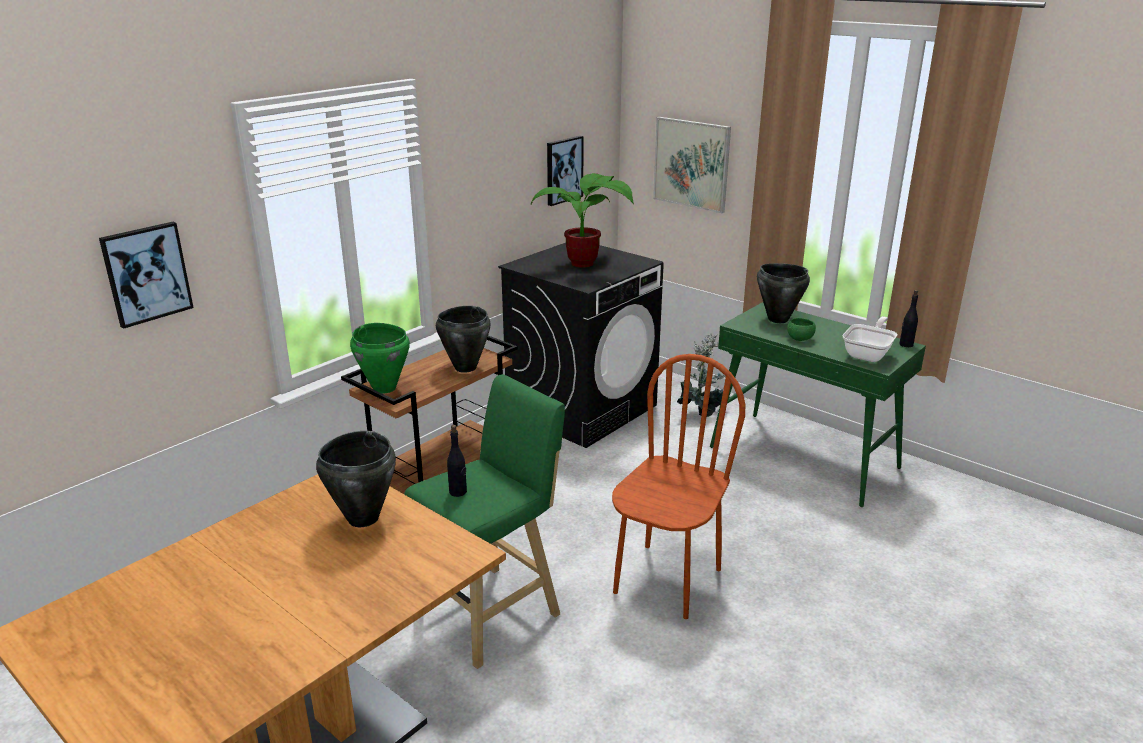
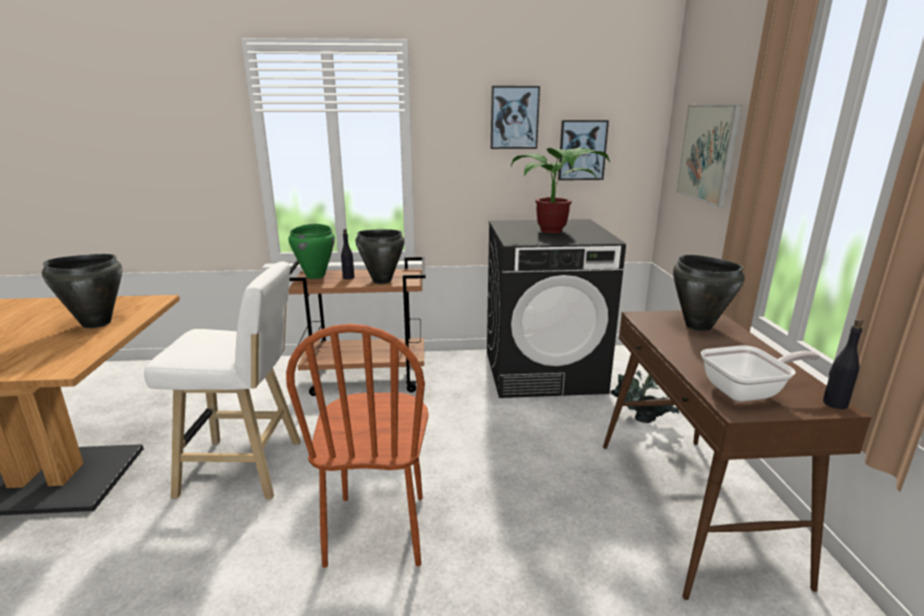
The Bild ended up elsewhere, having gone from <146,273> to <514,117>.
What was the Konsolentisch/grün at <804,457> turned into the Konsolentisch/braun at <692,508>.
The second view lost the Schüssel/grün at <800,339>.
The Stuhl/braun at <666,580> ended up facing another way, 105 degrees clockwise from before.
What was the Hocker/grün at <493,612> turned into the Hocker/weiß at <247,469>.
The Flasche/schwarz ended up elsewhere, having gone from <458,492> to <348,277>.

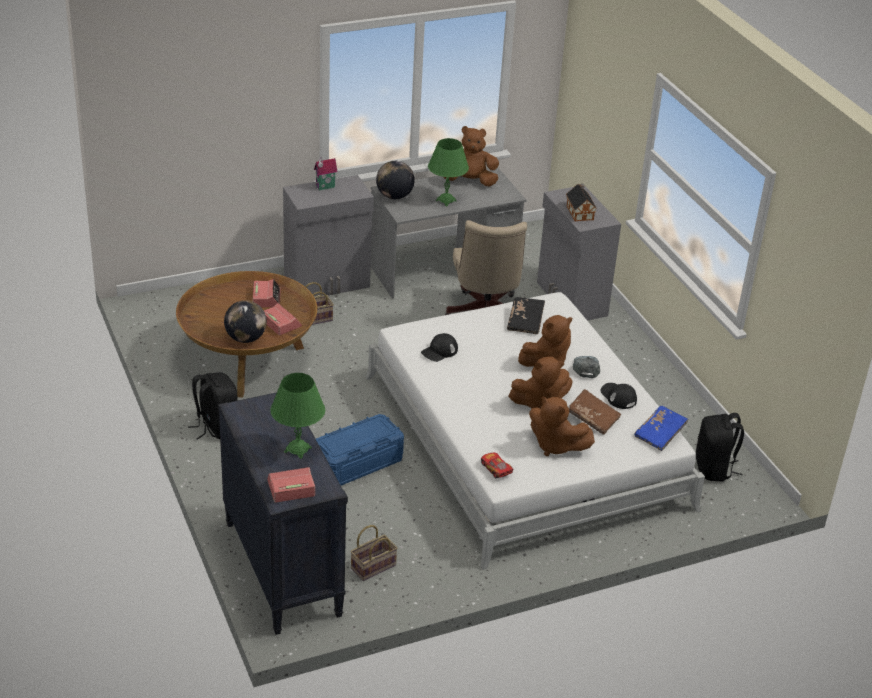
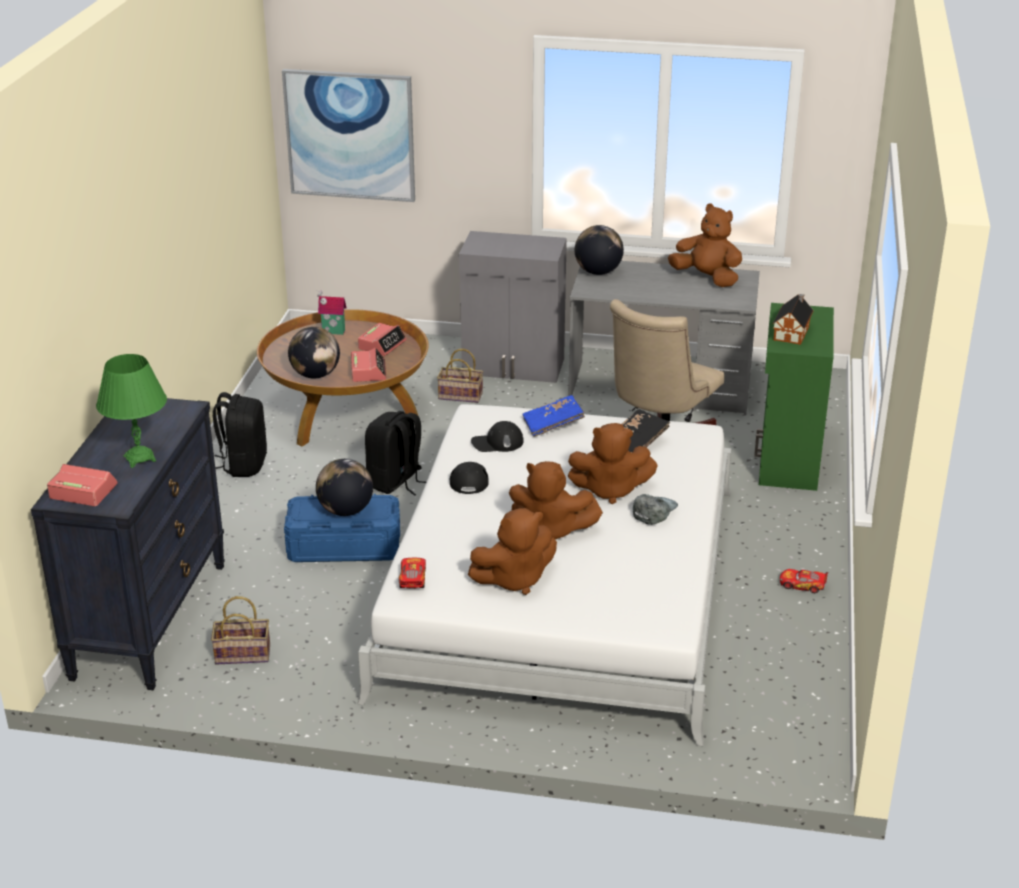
The second view lost the Tischlampe/grün at <446,201>.
The Spielzeughaus ended up elsewhere, having gone from <325,187> to <333,332>.
What was the Schrank/grau at <570,299> turned into the Schrank/grün at <787,460>.
The Kappe/schwarz ended up elsewhere, having gone from <618,396> to <469,479>.
The second view lost the Buch/braun at <593,418>.
The Plüschtier/braun at <555,445> ended up facing another way, 90 degrees counterclockwise from before.
The Buch/blau ended up elsewhere, having gone from <660,434> to <553,425>.
The Rucksack/schwarz ended up elsewhere, having gone from <714,469> to <396,482>.
The second view gained the Bild at <350,135>.
The second view gained the Globus at <346,511>.
The second view gained the Spielzeugauto at <802,585>.

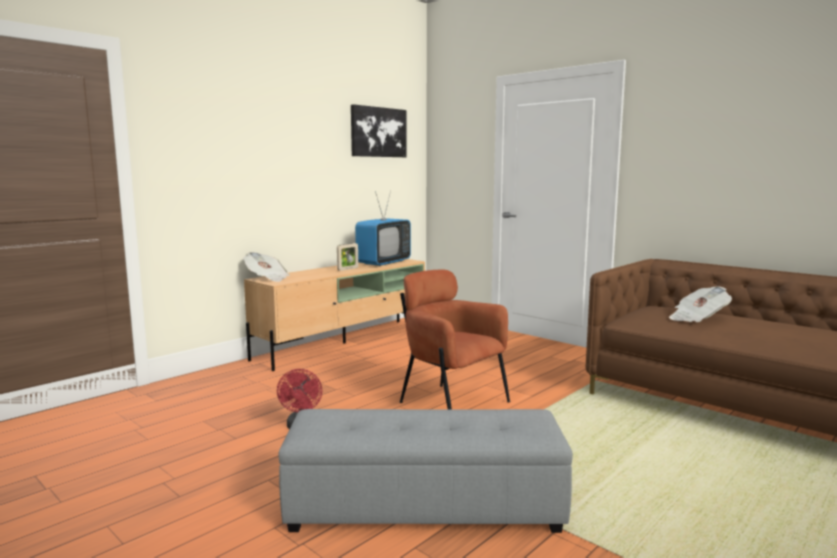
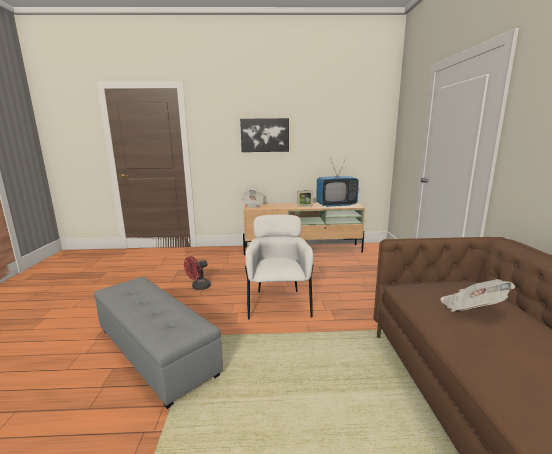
The Bild ended up elsewhere, having gone from <378,132> to <265,135>.
What was the Sessel/braun at <451,404> turned into the Sessel/weiß at <279,304>.

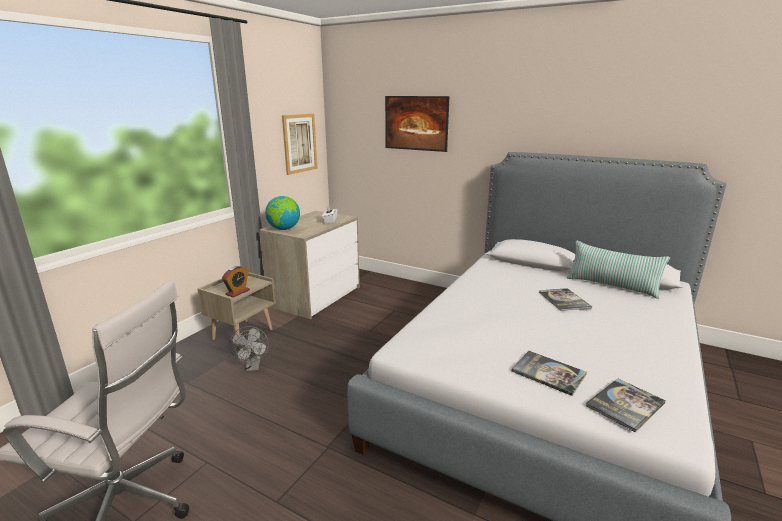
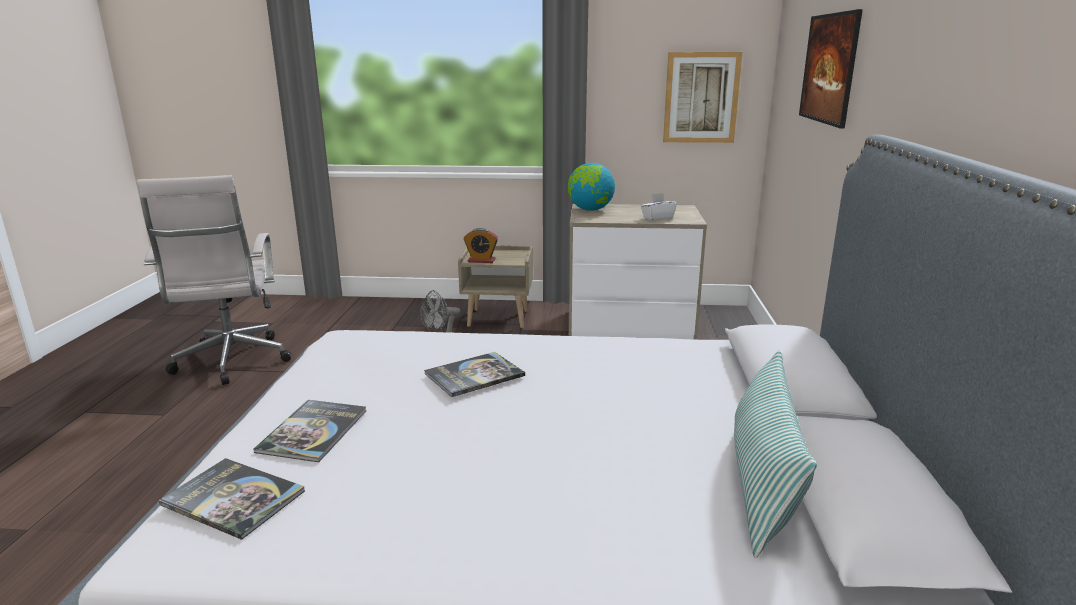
The Buch ended up elsewhere, having gone from <564,300> to <474,375>.

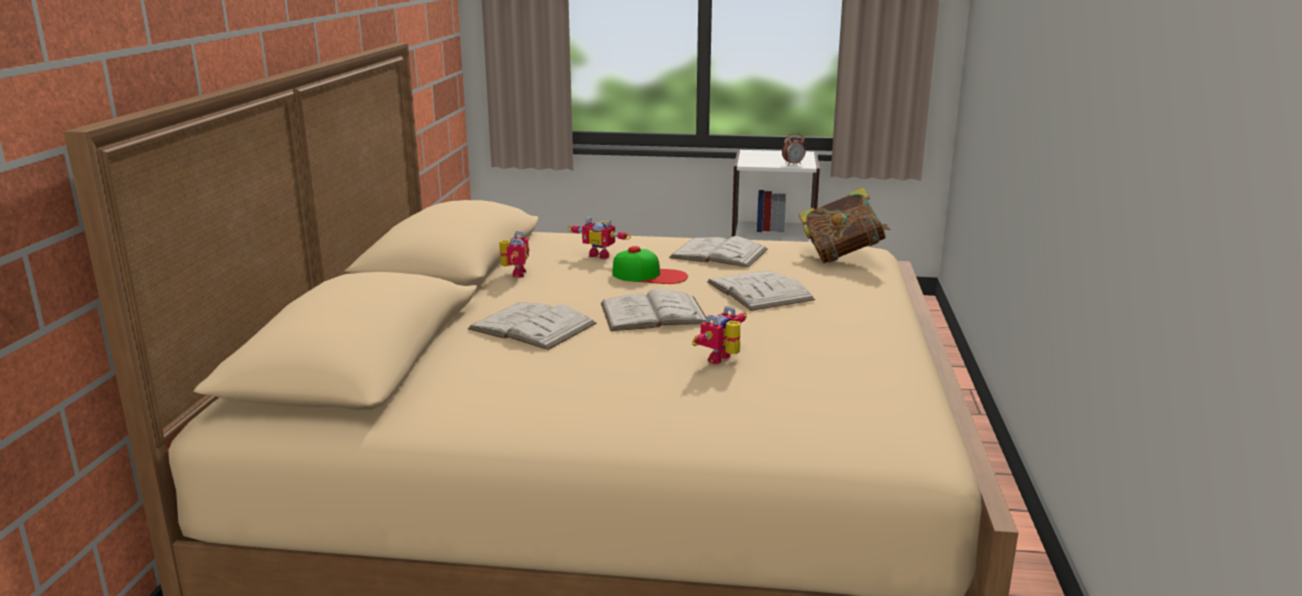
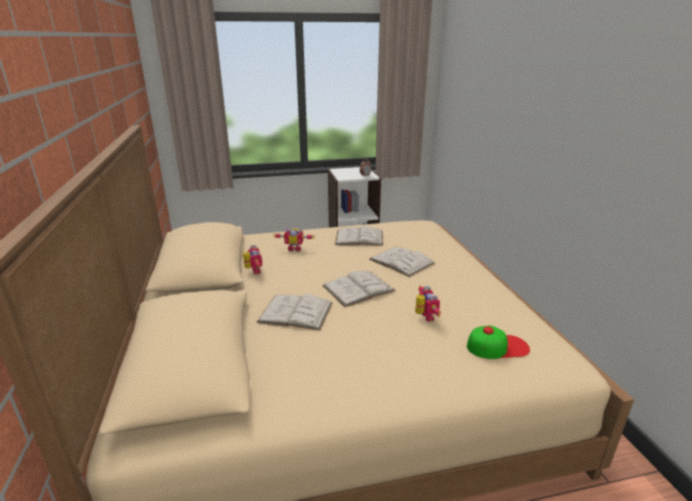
The second view lost the Buch at <841,256>.
The Kappe ended up elsewhere, having gone from <650,275> to <497,346>.
The Spielzeugroboter at <724,360> ended up facing another way, 150 degrees clockwise from before.

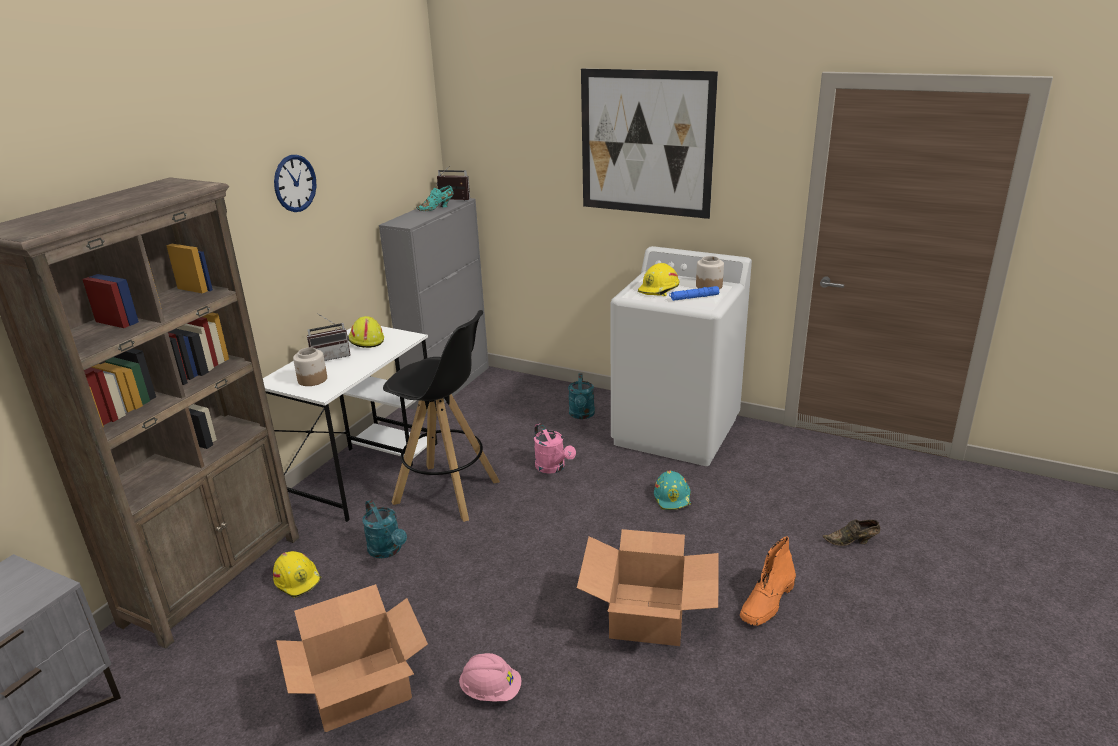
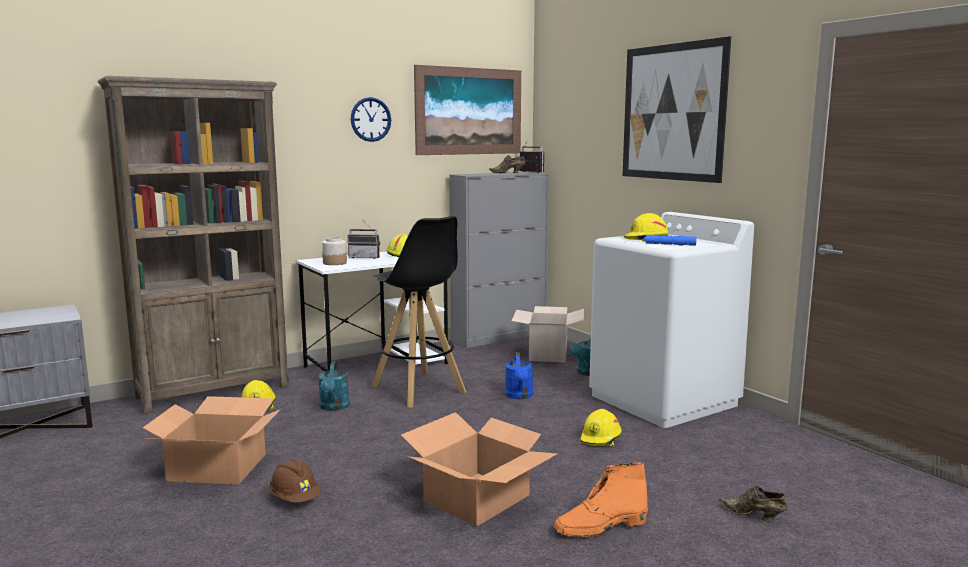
What was the Schuh/türkis at <437,208> turned into the Schuh/braun at <508,173>.
The second view lost the Vorratsglas at <709,286>.
What was the Gießkanne/rosa at <553,468> turned into the Gießkanne/blau at <519,396>.
What was the Schutzhelm/türkis at <673,498> turned into the Schutzhelm/gelb at <601,438>.
What was the Schutzhelm/rosa at <491,691> turned into the Schutzhelm/braun at <295,499>.
The second view gained the Bild at <469,111>.
The second view gained the Karton at <548,354>.

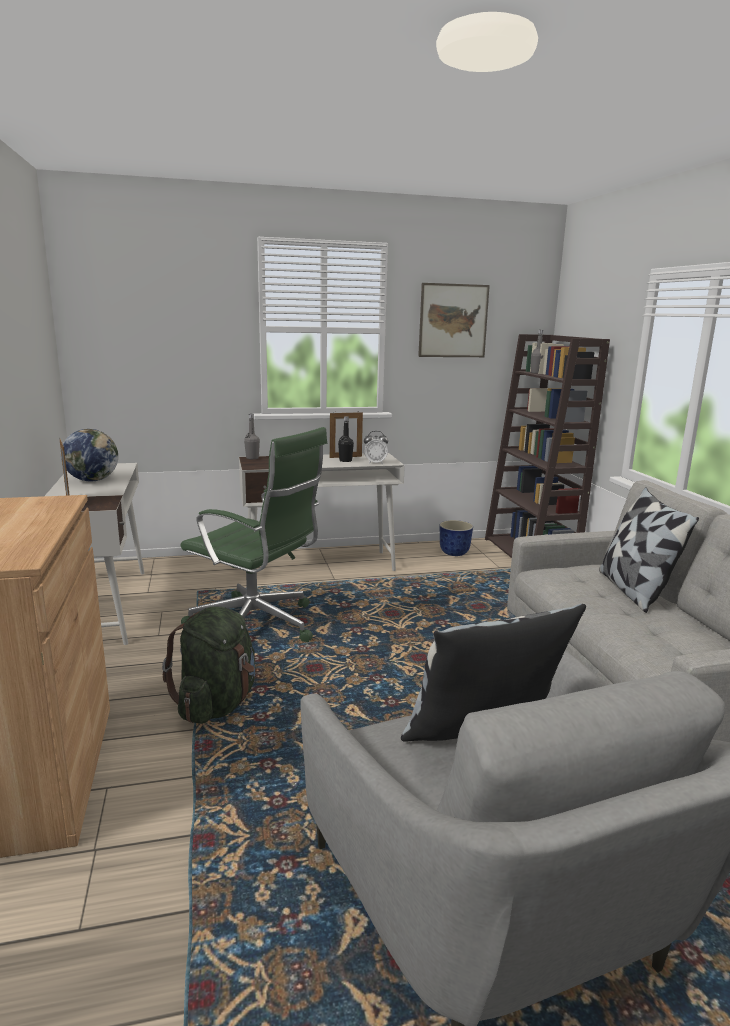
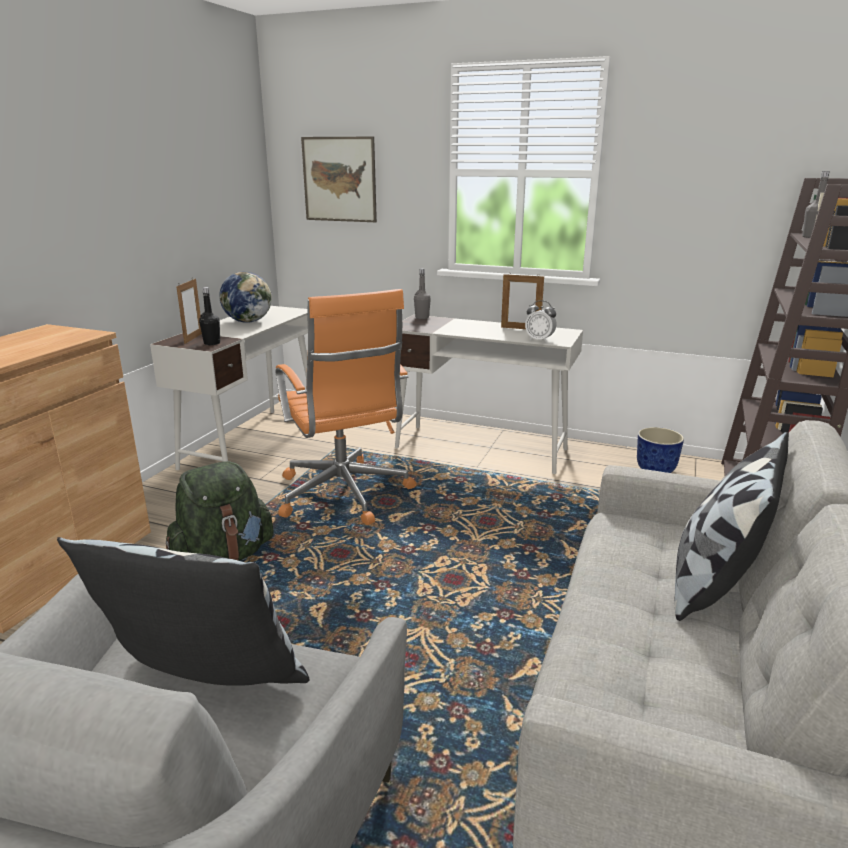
The Bild ended up elsewhere, having gone from <453,321> to <339,179>.
The Flasche/schwarz ended up elsewhere, having gone from <345,460> to <212,343>.
What was the Bürostuhl/grün at <257,626> turned into the Bürostuhl/orange at <344,495>.

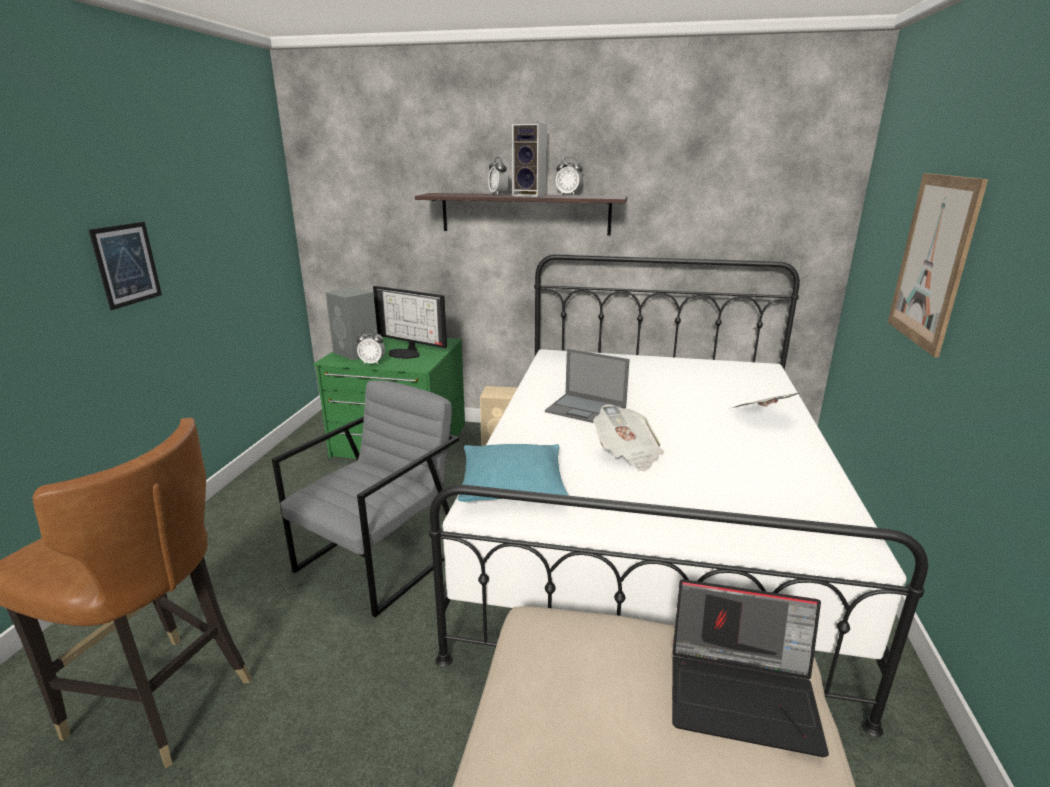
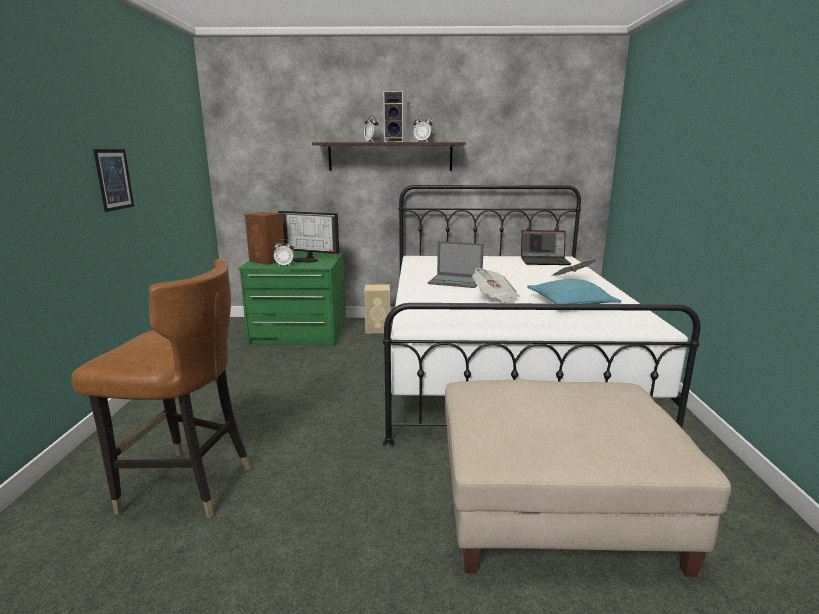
The second view lost the Bild at <932,261>.
What was the Lautsprecher/grau at <356,352> turned into the Lautsprecher/braun at <268,261>.
The second view lost the Sessel/grau at <380,558>.
The Kissen/türkis ended up elsewhere, having gone from <512,485> to <570,303>.
The Laptop ended up elsewhere, having gone from <744,694> to <545,261>.

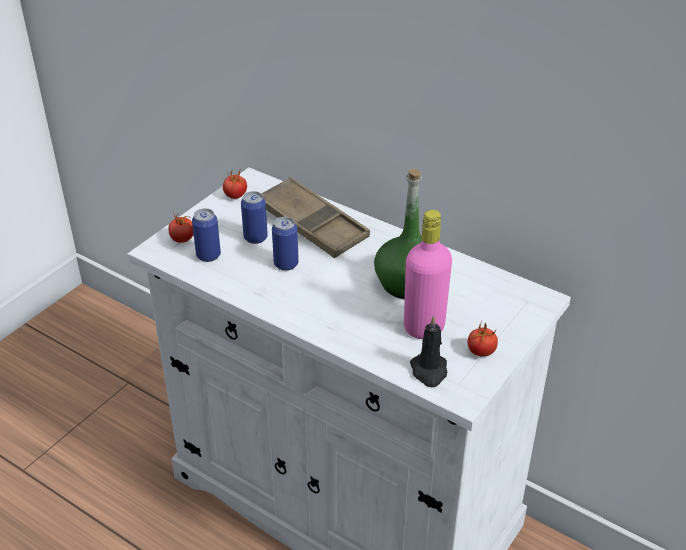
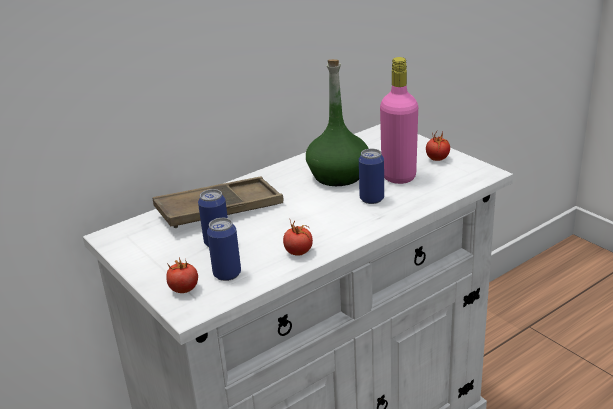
The Tomate ended up elsewhere, having gone from <235,196> to <298,252>.
The Dose ended up elsewhere, having gone from <286,264> to <372,199>.
The second view lost the Kerze/schwarz at <429,371>.

